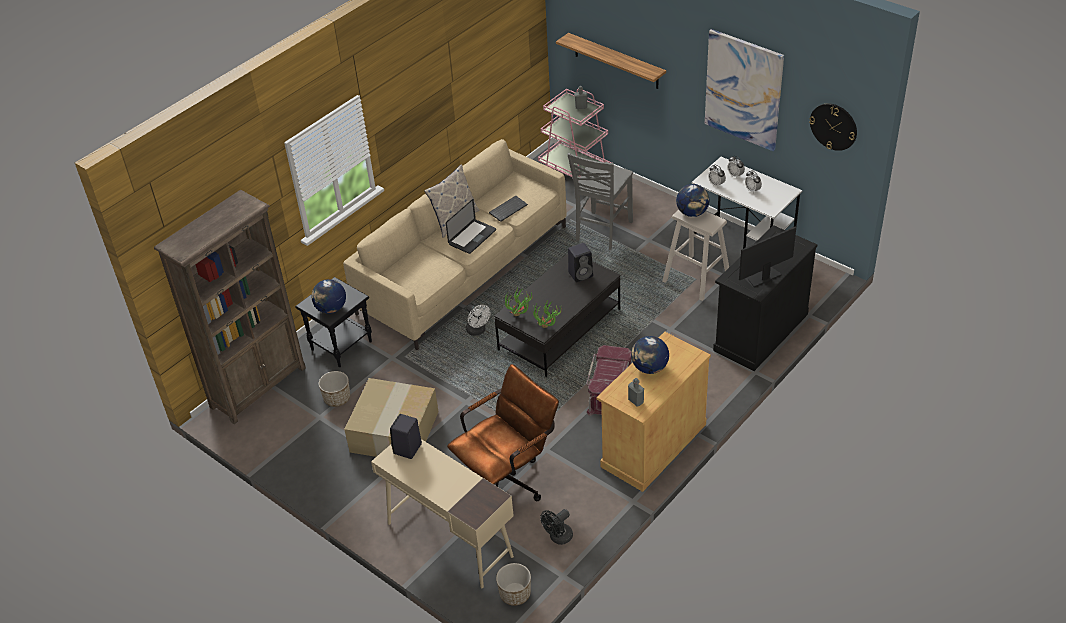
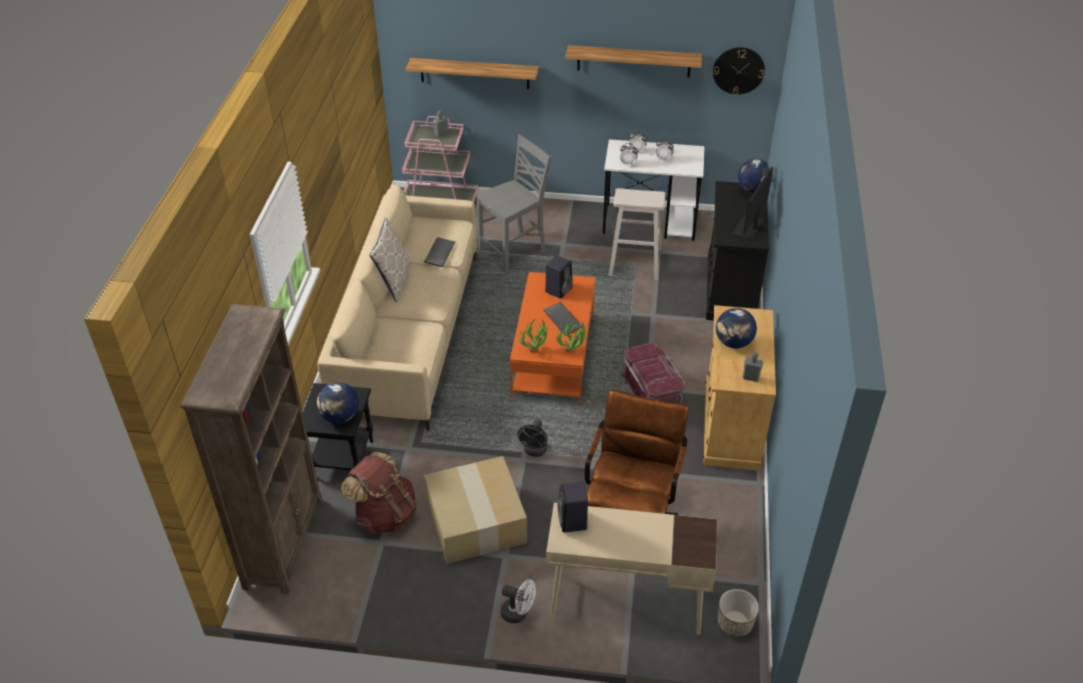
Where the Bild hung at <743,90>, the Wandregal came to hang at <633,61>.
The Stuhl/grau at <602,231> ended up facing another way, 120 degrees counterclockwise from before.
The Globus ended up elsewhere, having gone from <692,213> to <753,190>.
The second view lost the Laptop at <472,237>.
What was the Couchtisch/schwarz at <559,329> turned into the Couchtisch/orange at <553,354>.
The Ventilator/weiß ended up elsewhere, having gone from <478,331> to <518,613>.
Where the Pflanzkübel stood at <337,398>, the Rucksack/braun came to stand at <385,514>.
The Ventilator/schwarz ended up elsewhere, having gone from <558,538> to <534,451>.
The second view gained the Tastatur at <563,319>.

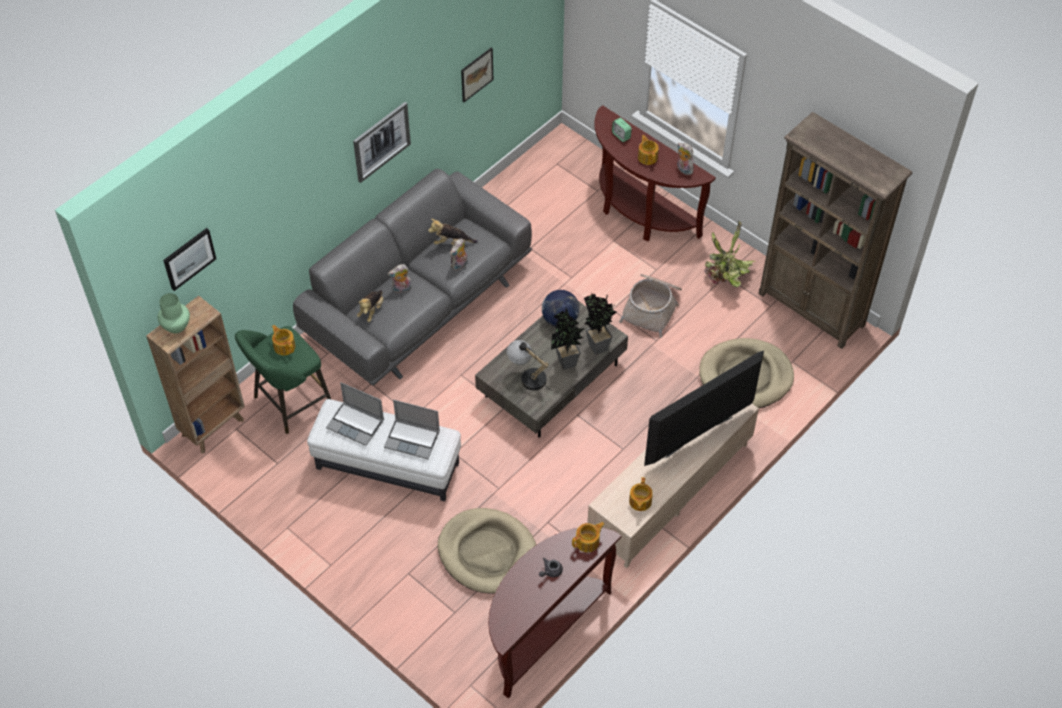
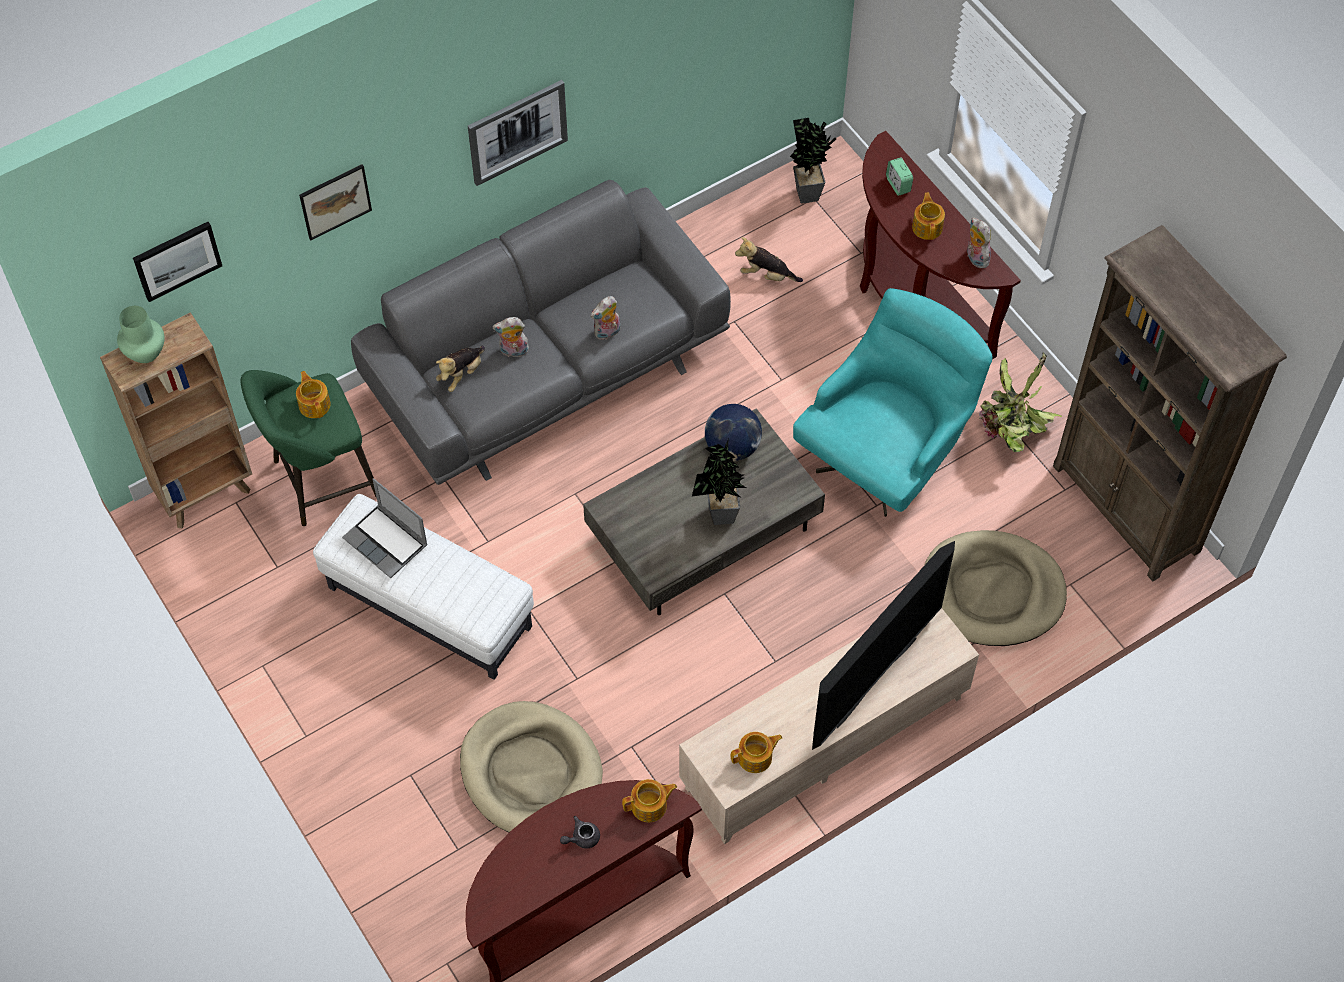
The Bild ended up elsewhere, having gone from <476,74> to <335,201>.
The Plüschtier ended up elsewhere, having gone from <452,243> to <766,275>.
Where the Korb stood at <652,307>, the Sessel/türkis came to stand at <886,453>.
The Topfpflanze ended up elsewhere, having gone from <598,344> to <809,191>.
The second view lost the Tischlampe at <527,376>.
The Fernseher at <699,438> ended up facing another way, 150 degrees clockwise from before.
The second view lost the Laptop at <413,439>.
The Teekanne at <640,502> ended up facing another way, 135 degrees counterclockwise from before.

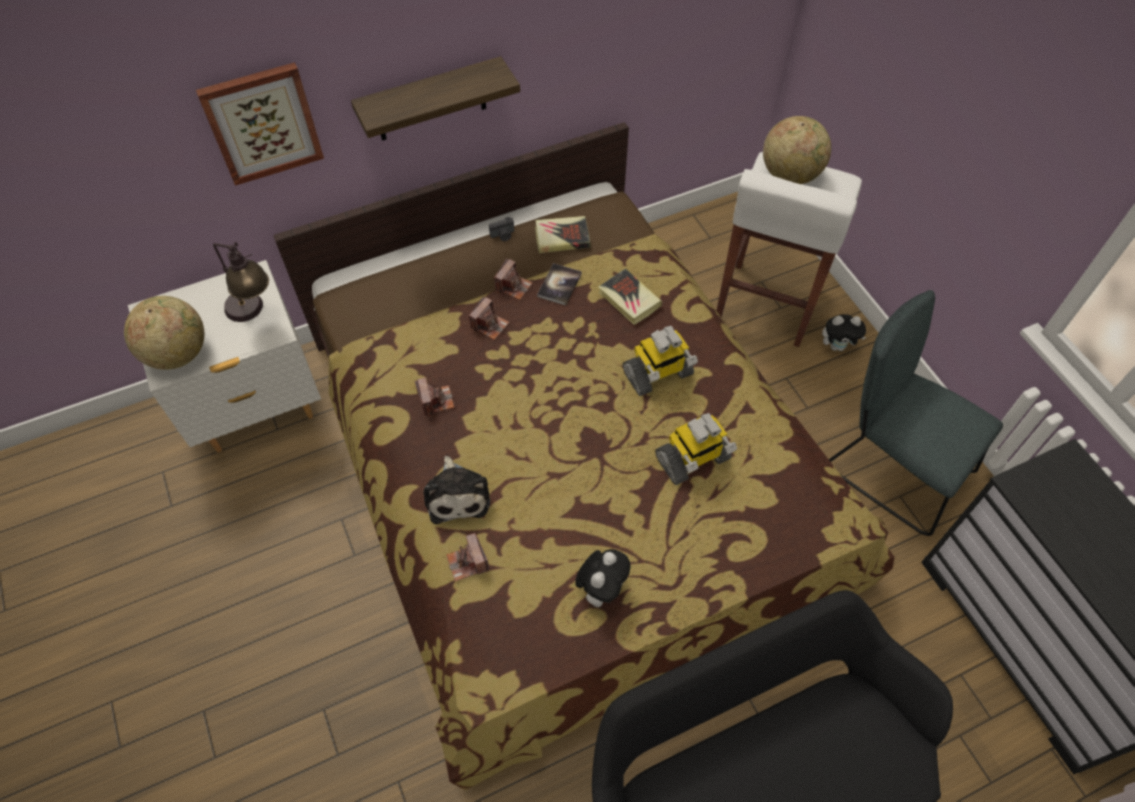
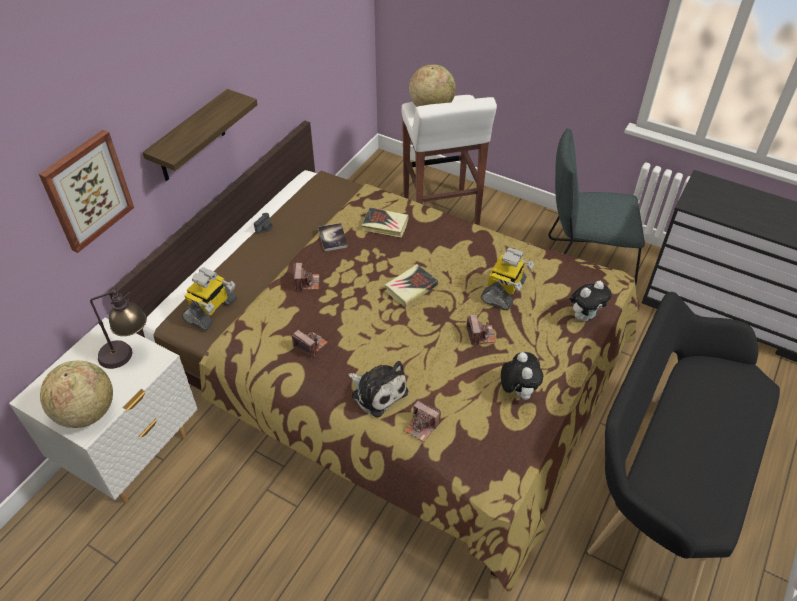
The Buch ended up elsewhere, having gone from <562,237> to <411,288>.
The Kamera ended up elsewhere, having gone from <513,286> to <480,335>.
The Plüschtier ended up elsewhere, having gone from <837,346> to <585,316>.
The Spielzeugroboter ended up elsewhere, having gone from <657,374> to <211,311>.

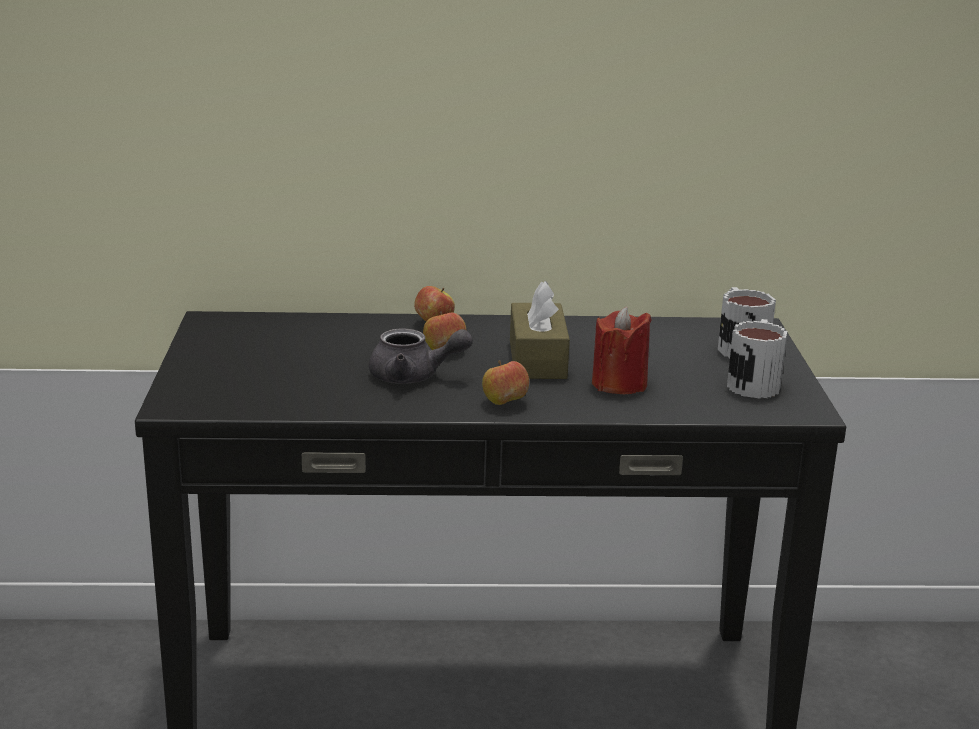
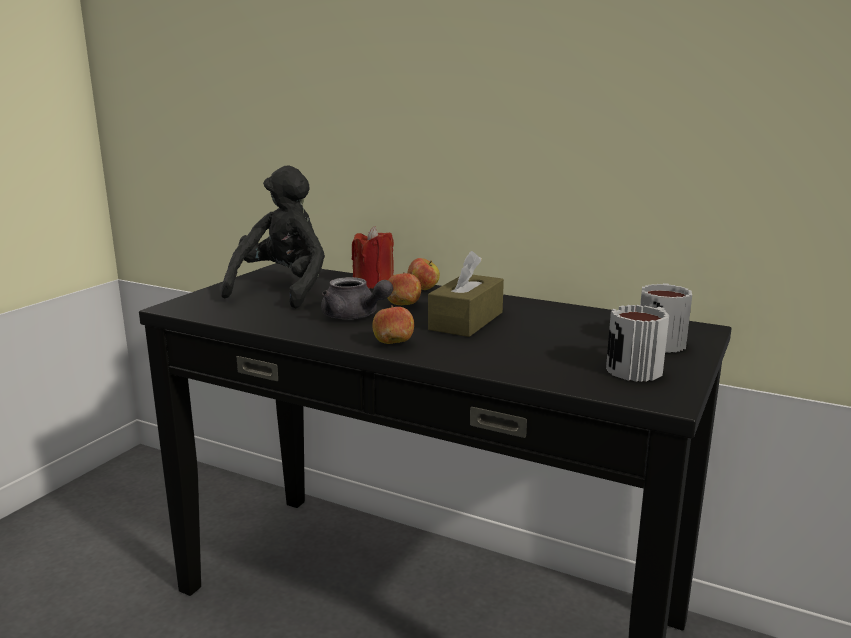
The Kerze/rot ended up elsewhere, having gone from <619,384> to <374,284>.
The second view gained the Plüschtier/schwarz at <283,290>.

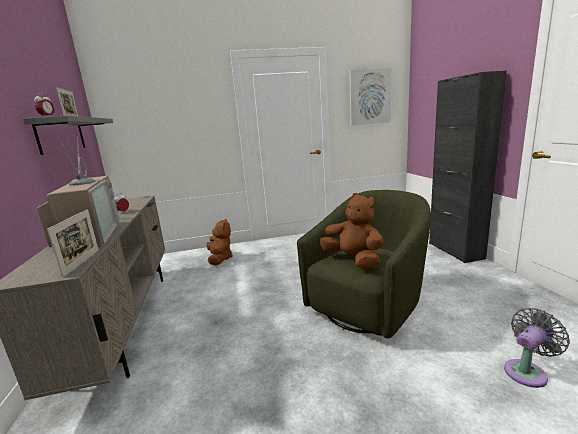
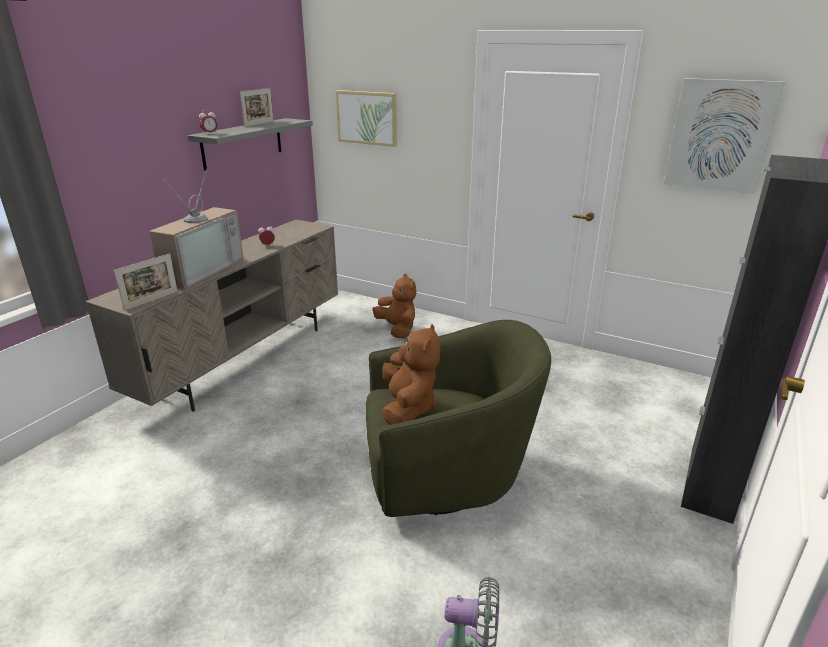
The Plüschtier/braun at <220,259> ended up facing another way, 60 degrees counterclockwise from before.
The second view gained the Bild at <367,117>.

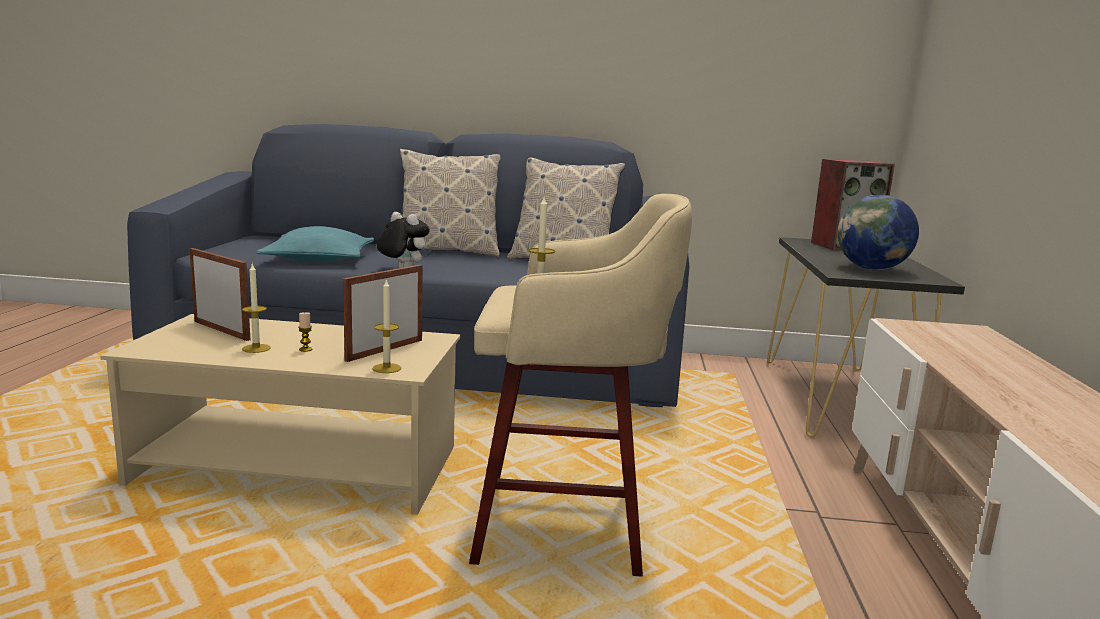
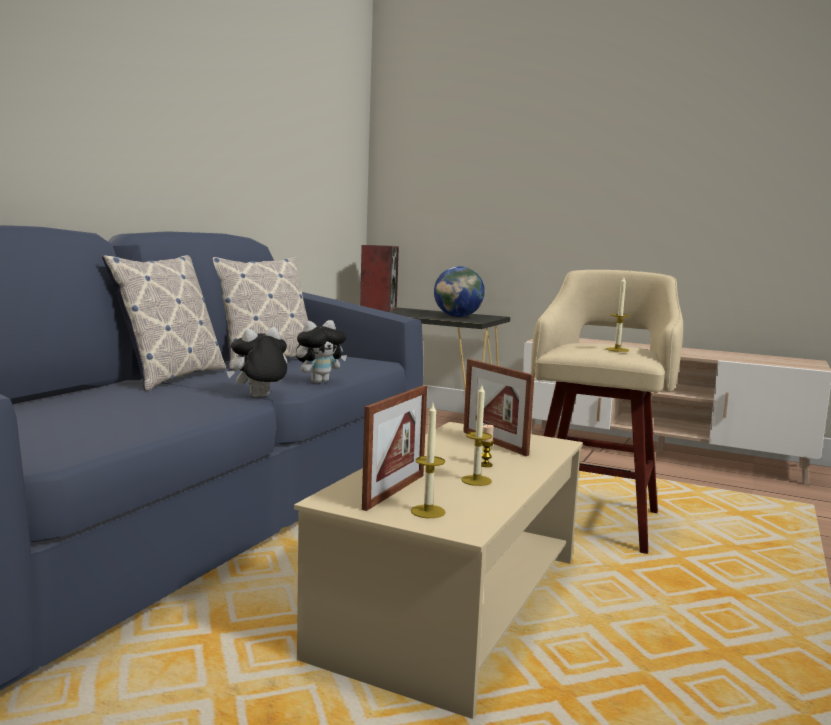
The second view lost the Kissen/türkis at <319,260>.
The Bilderrahmen at <221,330> ended up facing another way, 150 degrees clockwise from before.
The Kerze ended up elsewhere, having gone from <386,368> to <428,511>.
The second view gained the Plüschtier at <319,381>.

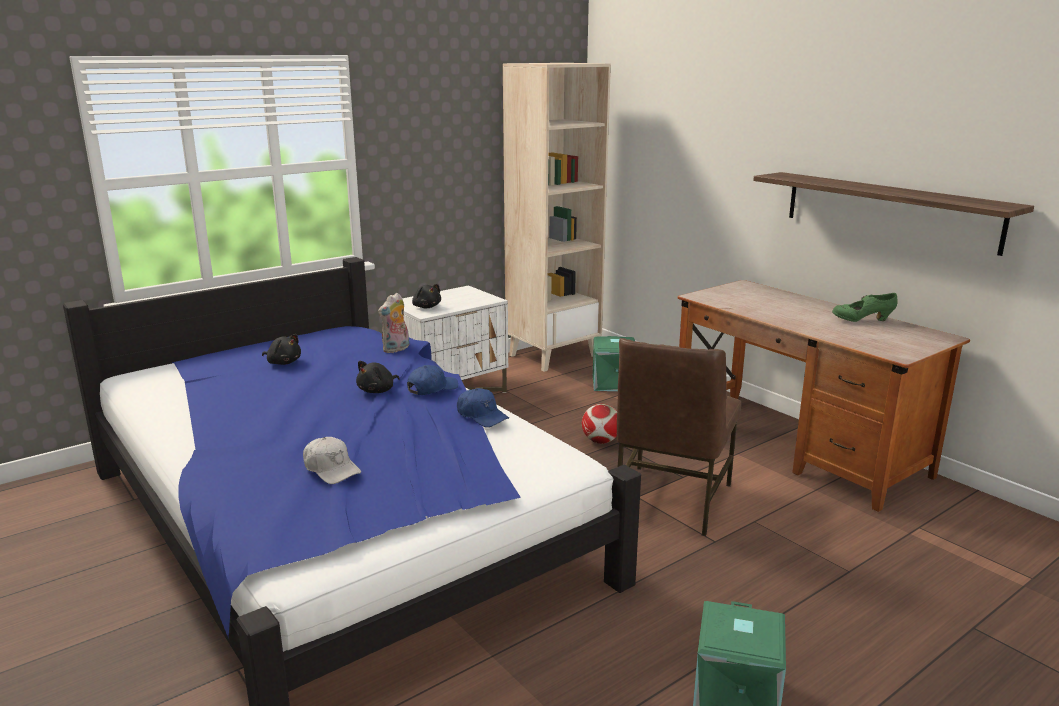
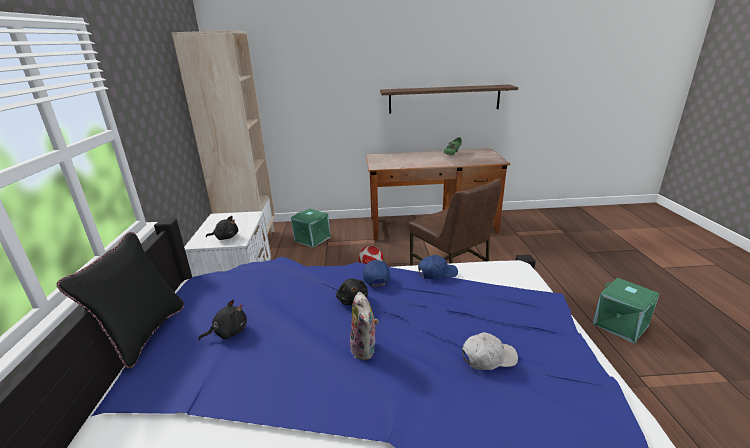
The Plüschtier ended up elsewhere, having gone from <396,349> to <365,349>.
The second view gained the Kissen/schwarz at <144,334>.

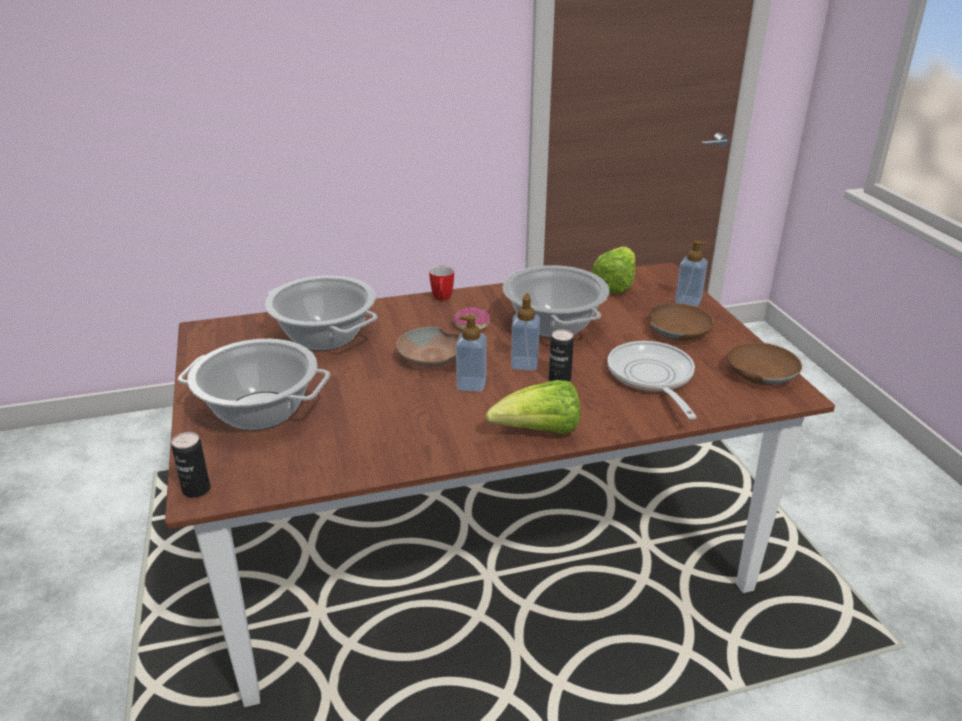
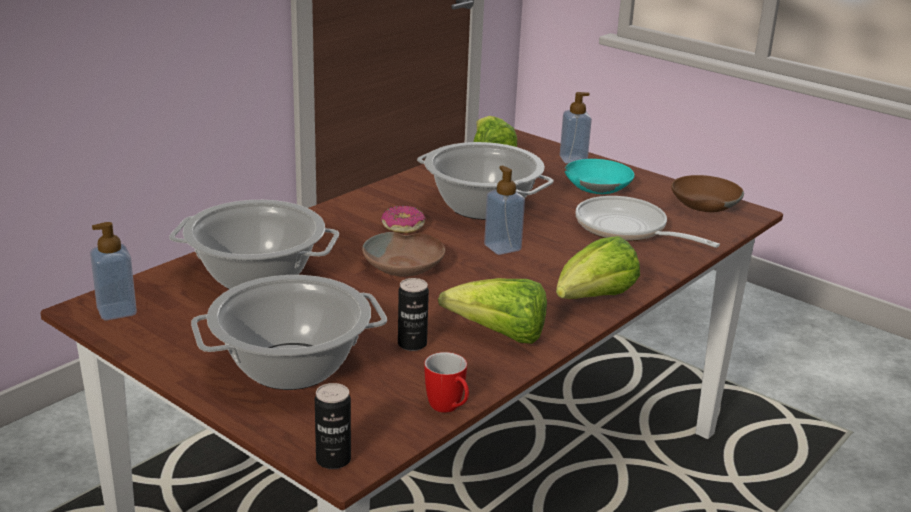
The Henkelbecher ended up elsewhere, having gone from <442,299> to <449,409>.
What was the Schüssel/braun at <678,331> turned into the Schüssel/türkis at <597,186>.
The Seifenspender ended up elsewhere, having gone from <471,384> to <116,311>.
The Dose ended up elsewhere, having gone from <559,379> to <412,344>.
The second view gained the Salatkopf at <499,335>.

